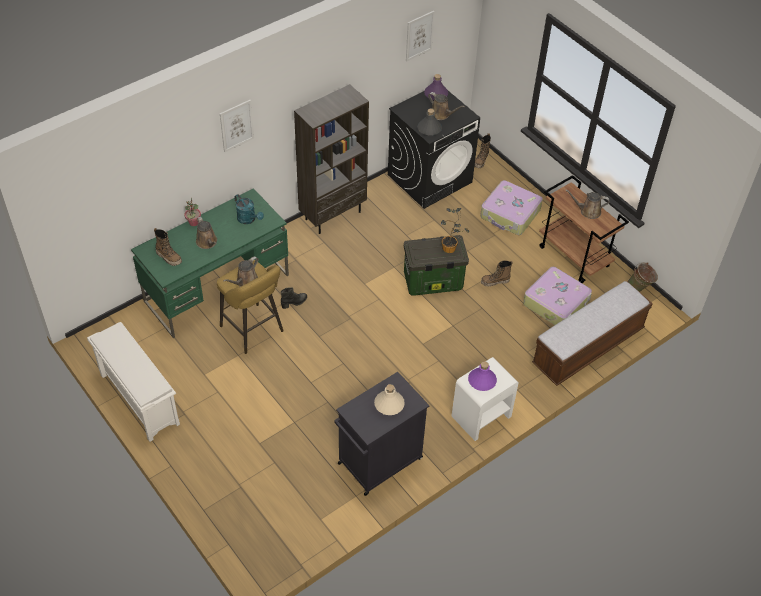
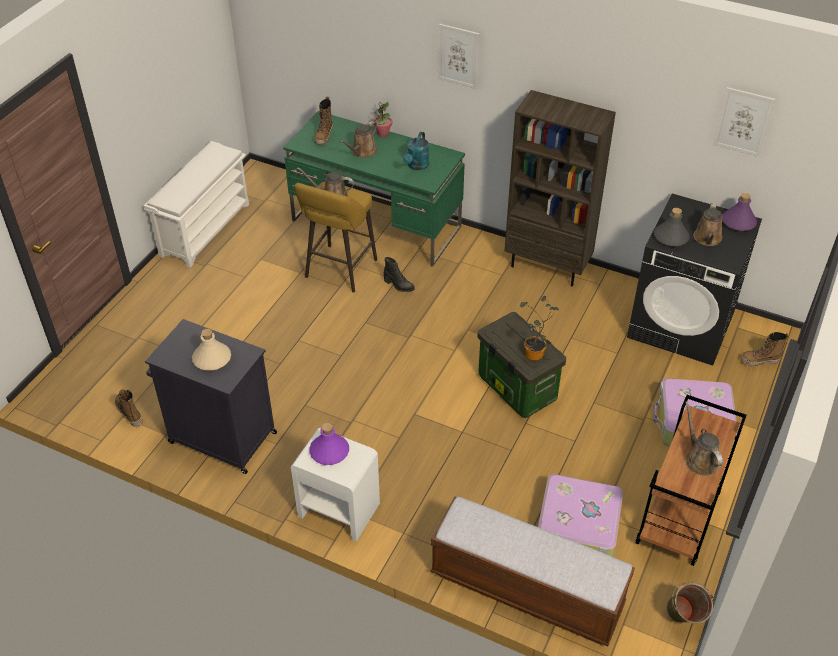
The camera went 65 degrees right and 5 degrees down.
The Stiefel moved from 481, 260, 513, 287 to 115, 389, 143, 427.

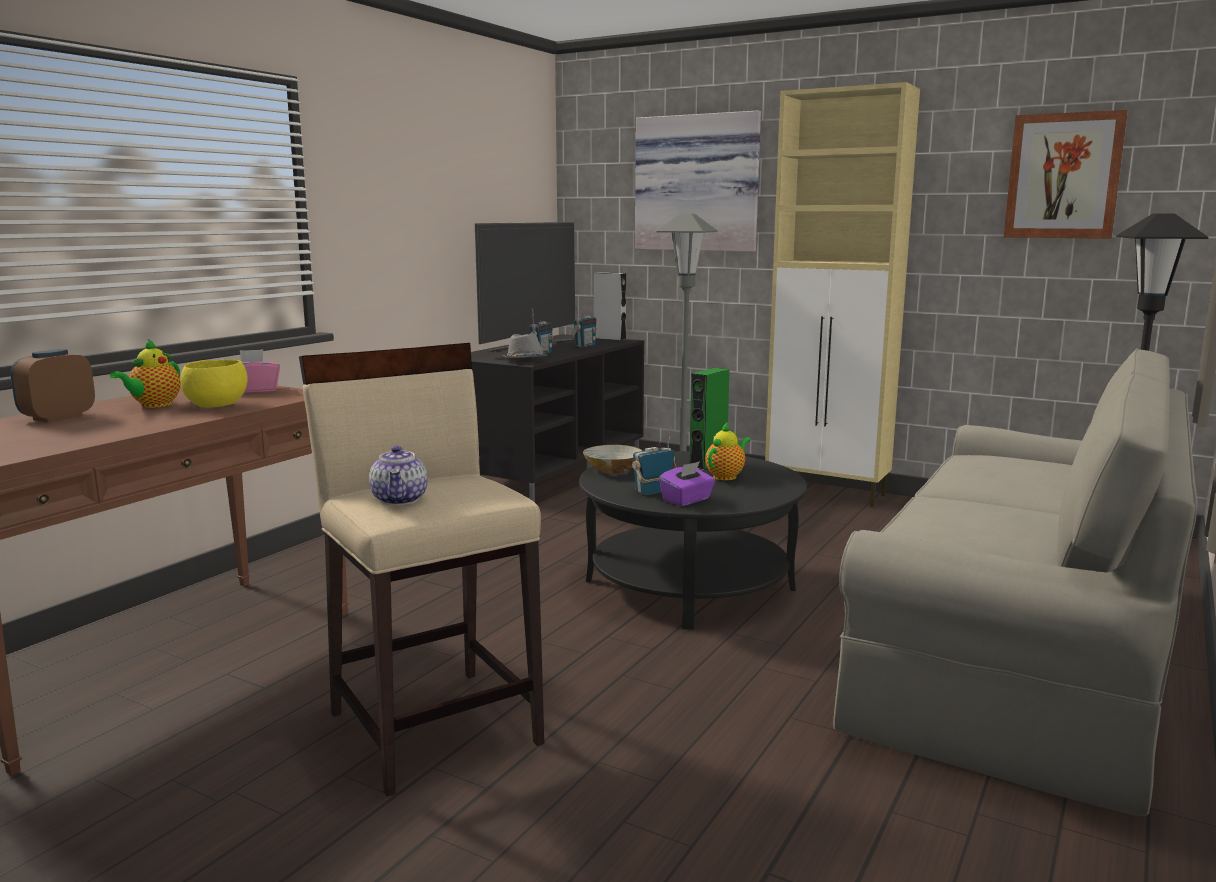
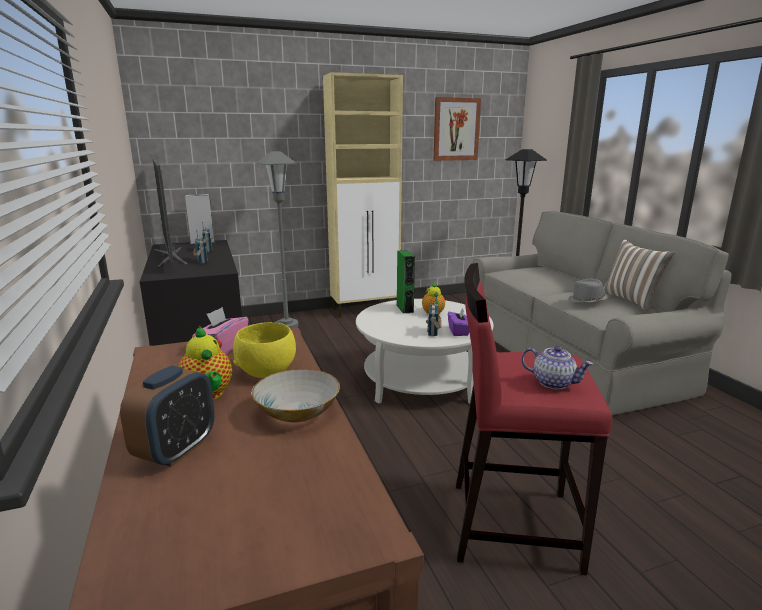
The camera went 50 degrees left and 5 degrees up.
The Wecker at 11, 349, 95, 423 turned 135 degrees counterclockwise.
The Schüssel moved from 583, 445, 643, 474 to 251, 369, 340, 423.
The Couchtisch (schwarz) at 579, 451, 807, 629 became the Couchtisch (weiß) at 356, 299, 493, 404.
The Hocker (beige) at 299, 343, 544, 797 became the Hocker (rot) at 456, 263, 612, 575.
The Hut (grau) moved from 503, 333, 548, 358 to 568, 279, 609, 303.
The Kissen at 604, 239, 675, 311 appeared.
The Bild at 635, 111, 761, 252 disappeared.

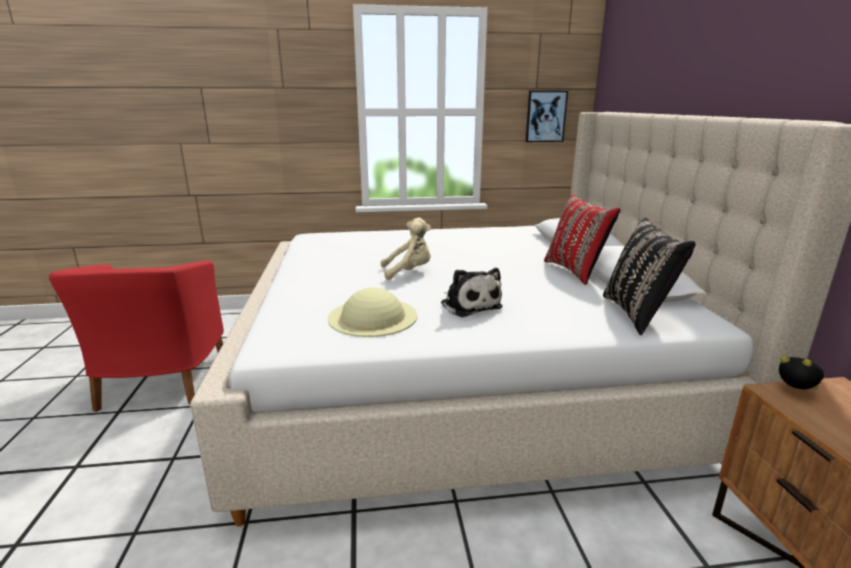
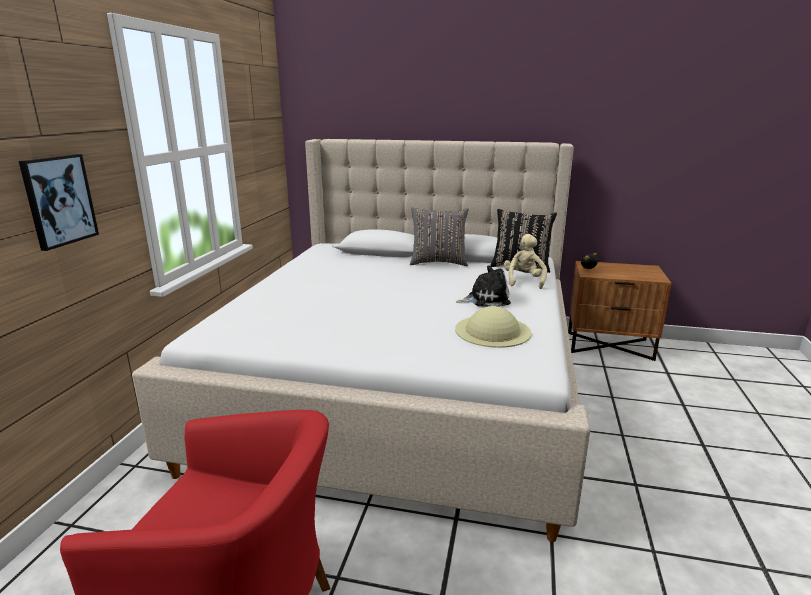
The camera went 70 degrees left and 0 degrees up.
The Bild moved from 526, 91, 568, 142 to 19, 154, 99, 251.
The Kissen (rot) at 544, 194, 620, 285 became the Kissen (grau) at 410, 208, 468, 266.
The Plüschtier (beige) moved from 381, 218, 431, 280 to 504, 234, 547, 289.

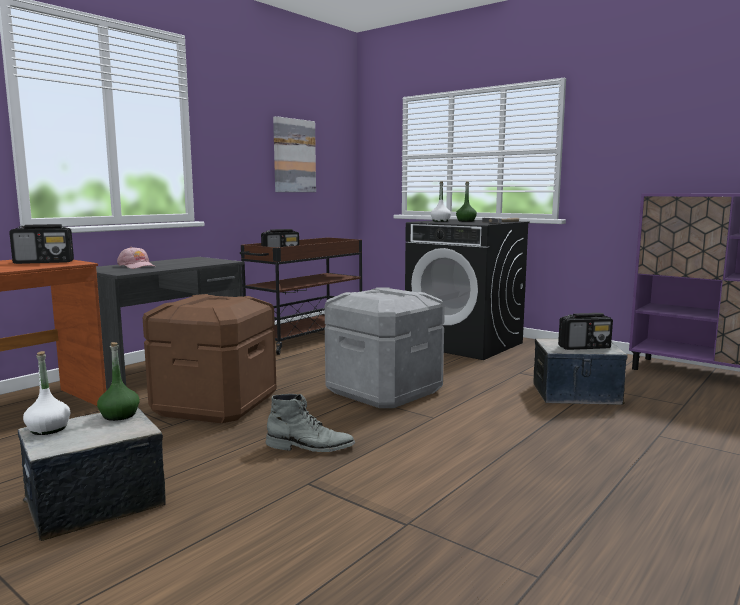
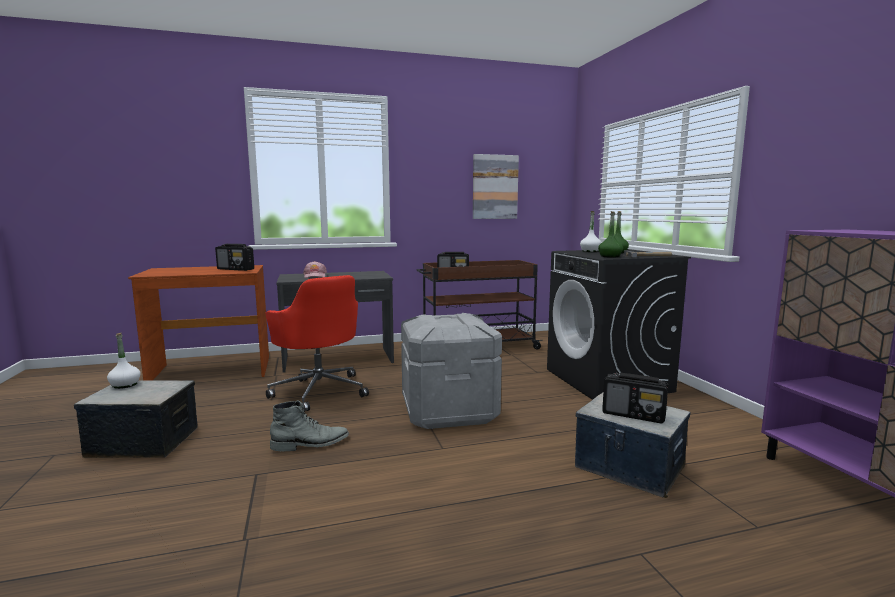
The camera went 35 degrees right and 0 degrees up.
The Aufbewahrungsbox (braun) at 143, 294, 276, 423 was replaced by the Bürostuhl (rot) at 265, 275, 369, 412.
The Stiefel (grau) at 266, 394, 355, 452 turned 60 degrees counterclockwise.
The Flasche (grün) moved from 97, 342, 140, 421 to 598, 211, 623, 258.

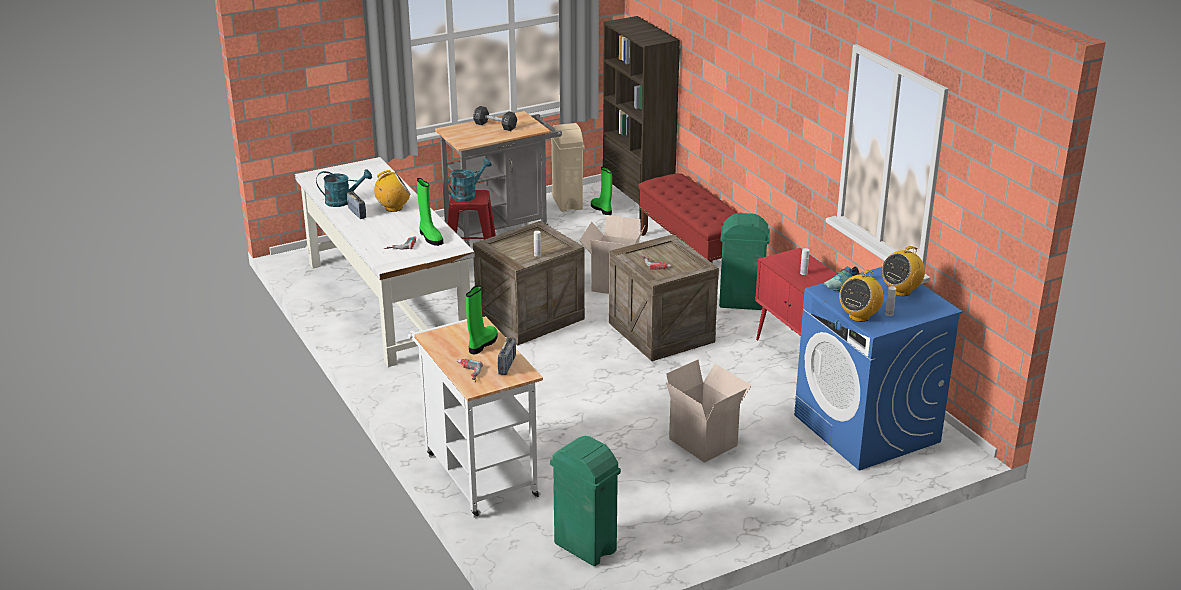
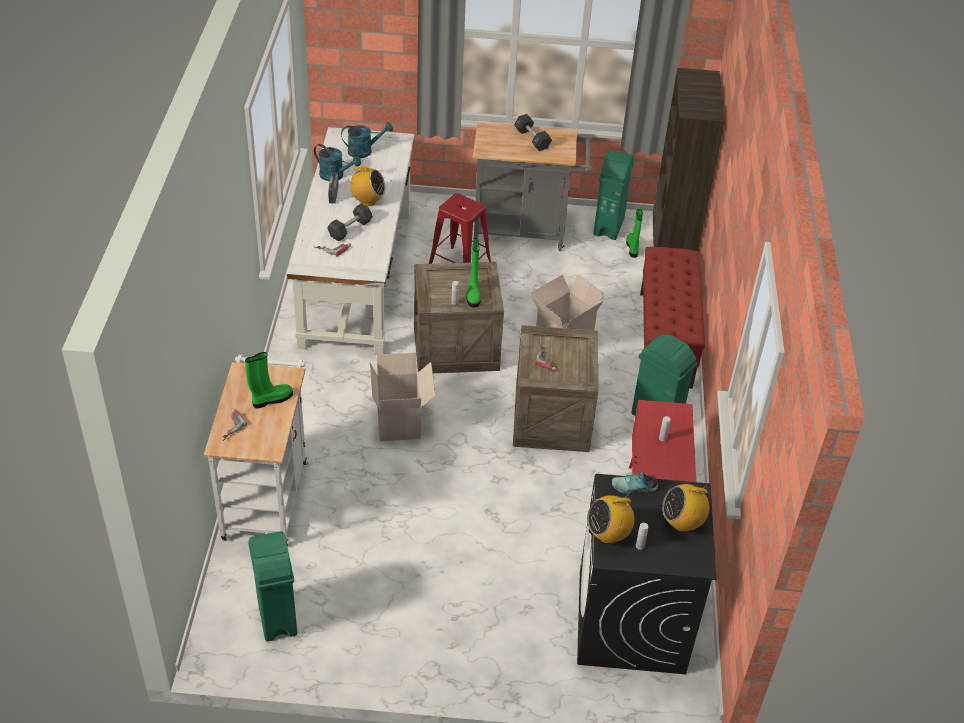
The camera went 30 degrees right and 15 degrees up.
The Hantel (schwarz) at 327, 203, 373, 241 appeared.
The Gießkanne (türkis) moved from 448, 158, 492, 202 to 341, 122, 393, 158.
The Karton moved from 666, 359, 752, 463 to 370, 353, 436, 441.
The Stiefel (grün) moved from 417, 178, 443, 246 to 466, 238, 481, 307.
The Waschmaschine (blau) at 794, 267, 963, 470 became the Waschmaschine (schwarz) at 577, 474, 716, 674.
The Mülleimer (beige) at 551, 123, 584, 212 became the Mülleimer (grün) at 593, 150, 634, 240.
The Radio at 498, 337, 516, 375 disappeared.

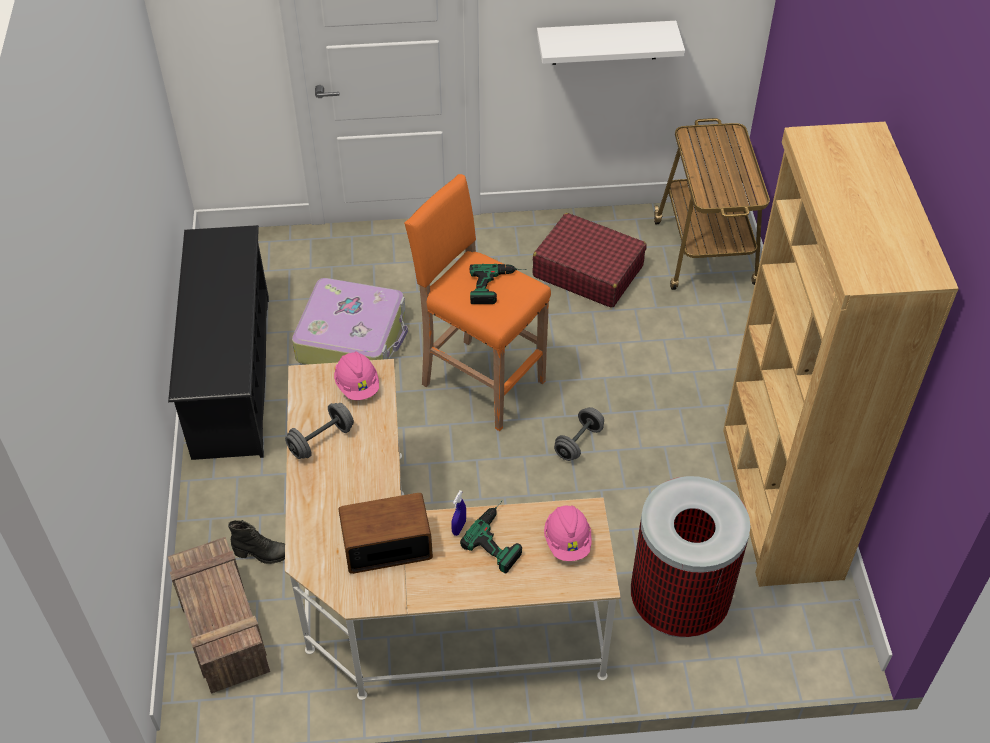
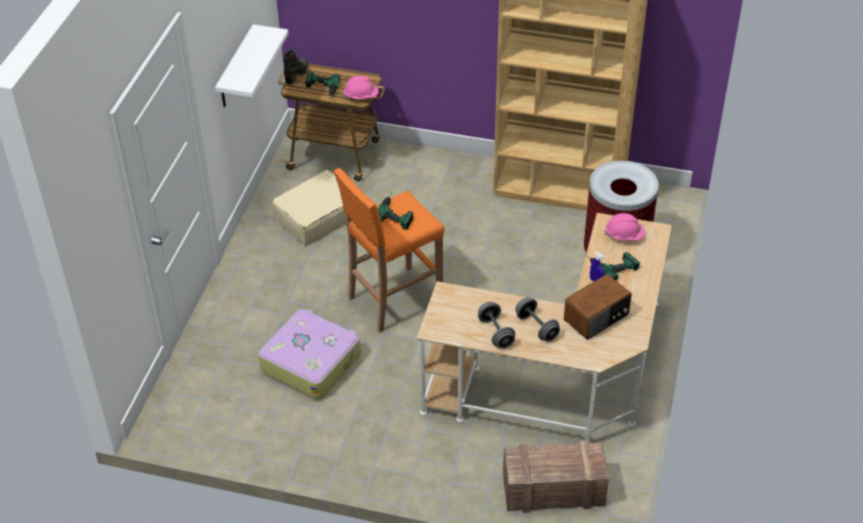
The camera went 70 degrees left and 5 degrees down.
The Koffer (rot) at 532, 213, 646, 308 became the Koffer (beige) at 271, 170, 347, 246.
The Stiefel (schwarz) moved from 228, 520, 285, 564 to 283, 49, 308, 85.
The Bohrmaschine at 305, 72, 340, 98 appeared.
The Schutzhelm (rosa) moved from 334, 351, 379, 400 to 343, 76, 379, 99.
The Hantel (grau) moved from 554, 407, 604, 461 to 516, 297, 560, 341.
The Radio at 338, 493, 433, 574 turned 135 degrees counterclockwise.
The Schuhregal (schwarz) at 168, 225, 269, 460 disappeared.

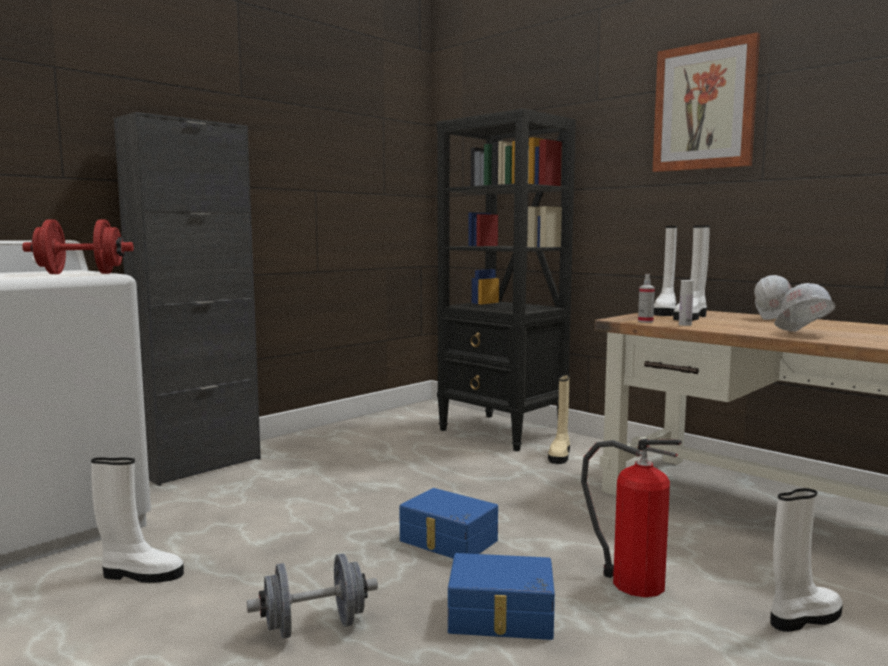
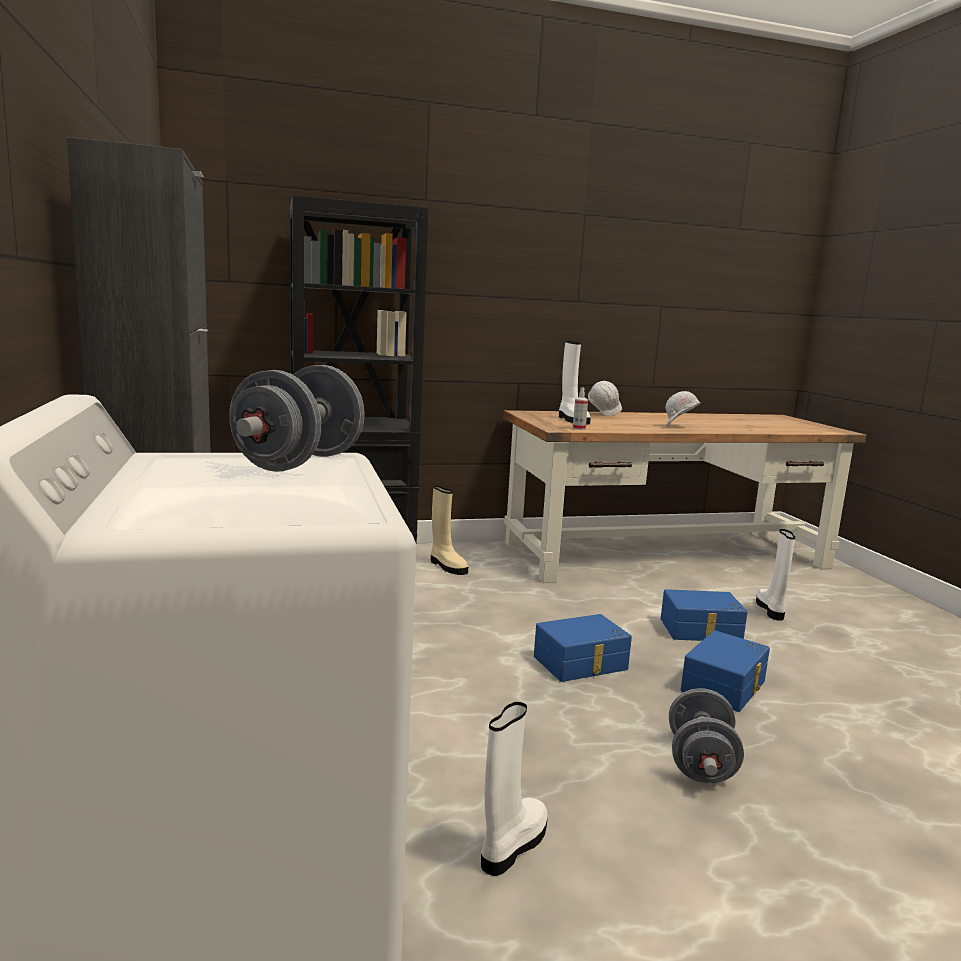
The camera went 60 degrees left and 5 degrees up.
The Hantel (rot) at 22, 219, 134, 274 became the Hantel (grau) at 229, 365, 365, 472.
The Feuerlöscher at 581, 439, 682, 597 was replaced by the Aufbewahrungsbox (blau) at 661, 589, 748, 641.
The Bild at 652, 32, 760, 172 disappeared.
The Stiefel (weiß) at 654, 226, 677, 316 disappeared.
The Flasche (weiß) at 679, 280, 694, 326 disappeared.

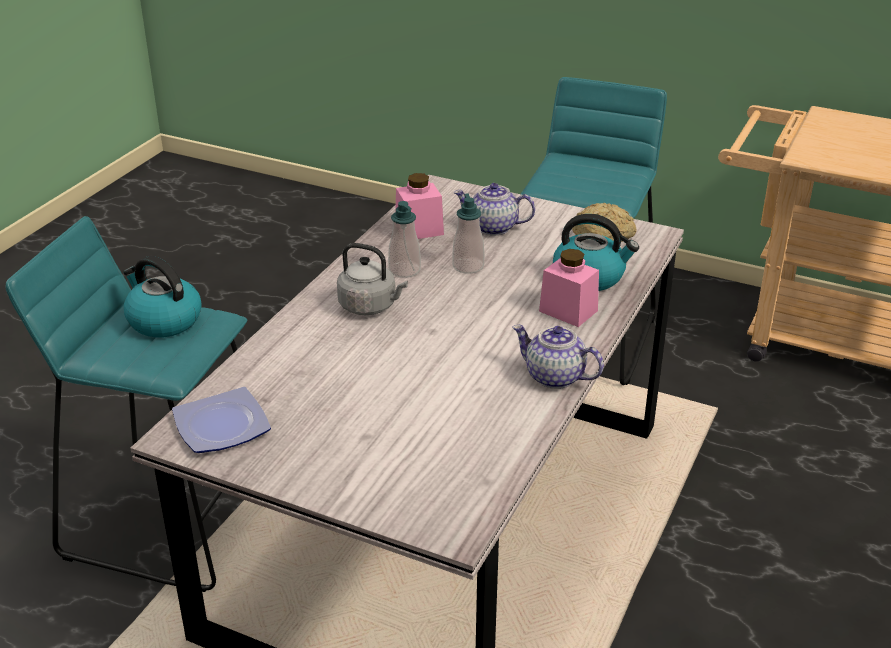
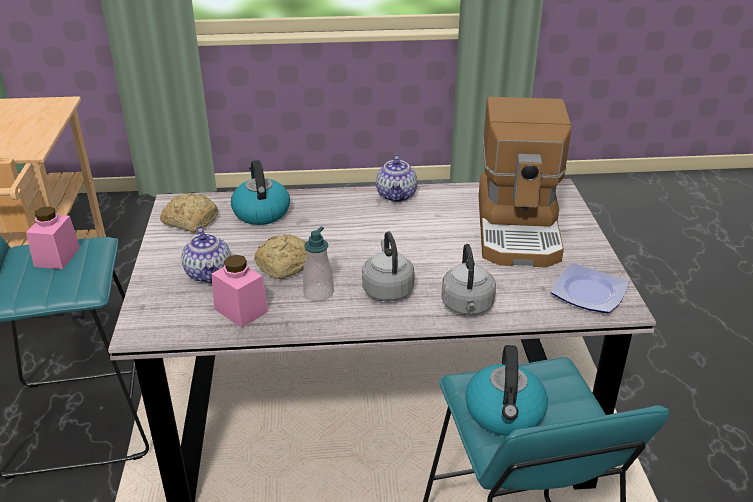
The camera went 120 degrees left and 0 degrees up.
The Vorratsglas (rosa) moved from 539, 249, 599, 327 to 26, 206, 80, 269.
The Seifenspender at 452, 193, 484, 274 was replaced by the Brot at 254, 234, 306, 279.
The Wasserkessel (grau) at 441, 244, 496, 315 appeared.
The Kaffeemaschine at 479, 97, 572, 268 appeared.

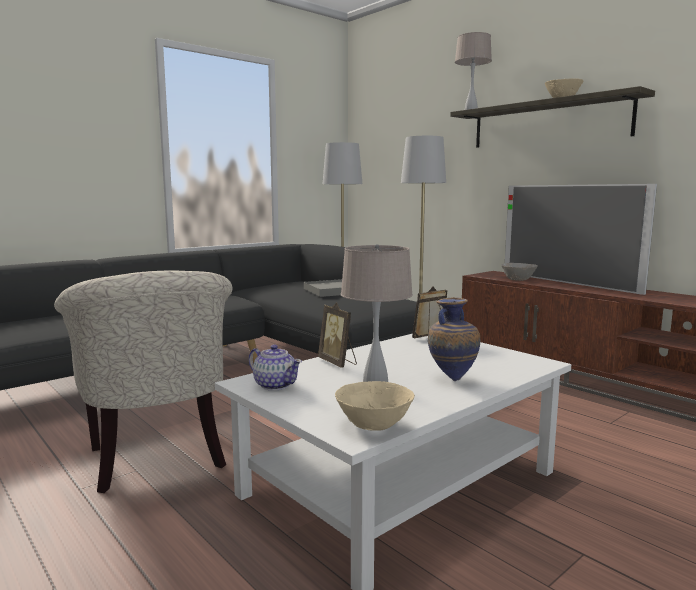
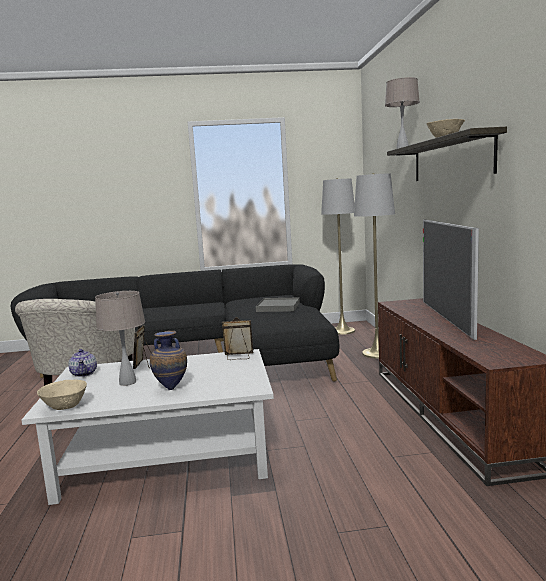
The camera went 35 degrees right and 0 degrees up.
The Schüssel (grau) at 501, 263, 538, 281 disappeared.

